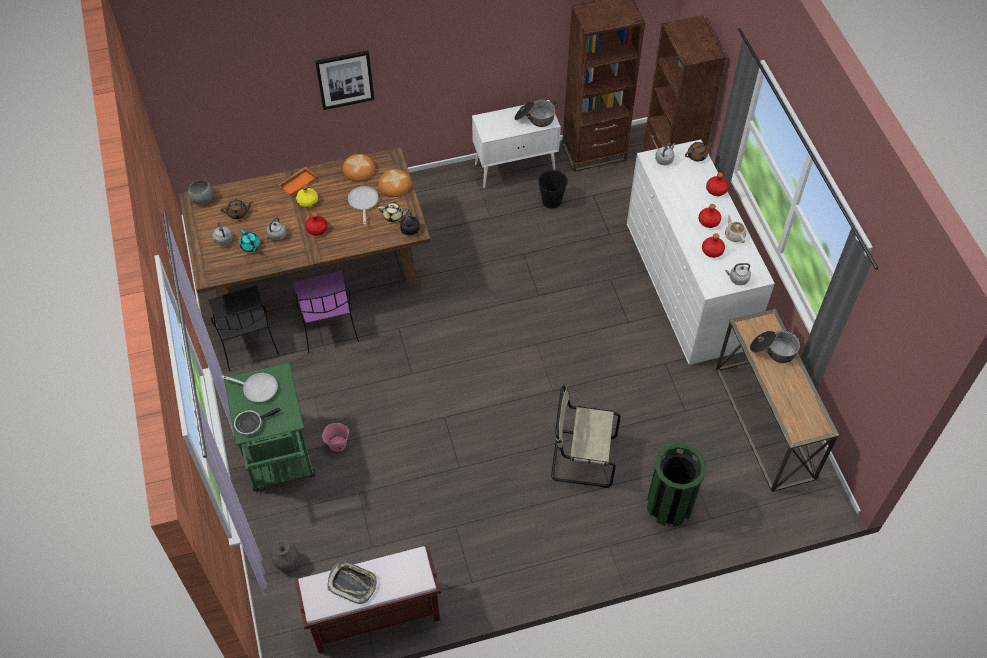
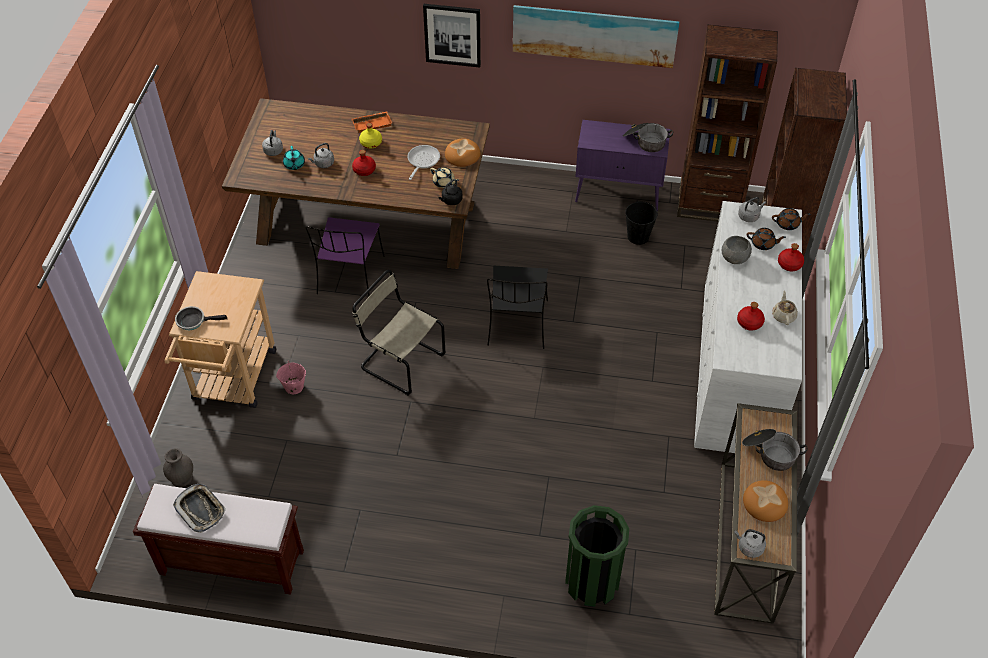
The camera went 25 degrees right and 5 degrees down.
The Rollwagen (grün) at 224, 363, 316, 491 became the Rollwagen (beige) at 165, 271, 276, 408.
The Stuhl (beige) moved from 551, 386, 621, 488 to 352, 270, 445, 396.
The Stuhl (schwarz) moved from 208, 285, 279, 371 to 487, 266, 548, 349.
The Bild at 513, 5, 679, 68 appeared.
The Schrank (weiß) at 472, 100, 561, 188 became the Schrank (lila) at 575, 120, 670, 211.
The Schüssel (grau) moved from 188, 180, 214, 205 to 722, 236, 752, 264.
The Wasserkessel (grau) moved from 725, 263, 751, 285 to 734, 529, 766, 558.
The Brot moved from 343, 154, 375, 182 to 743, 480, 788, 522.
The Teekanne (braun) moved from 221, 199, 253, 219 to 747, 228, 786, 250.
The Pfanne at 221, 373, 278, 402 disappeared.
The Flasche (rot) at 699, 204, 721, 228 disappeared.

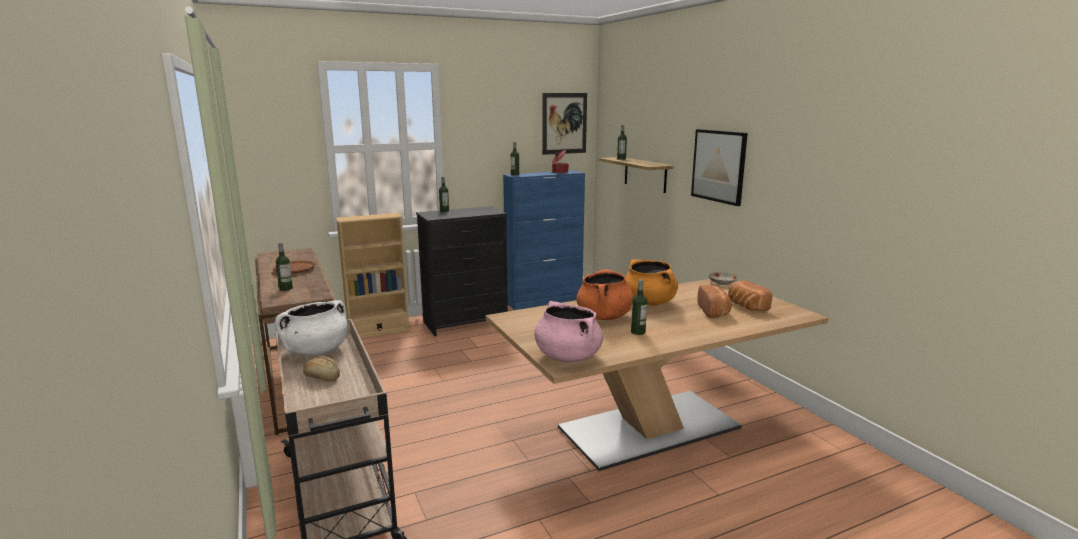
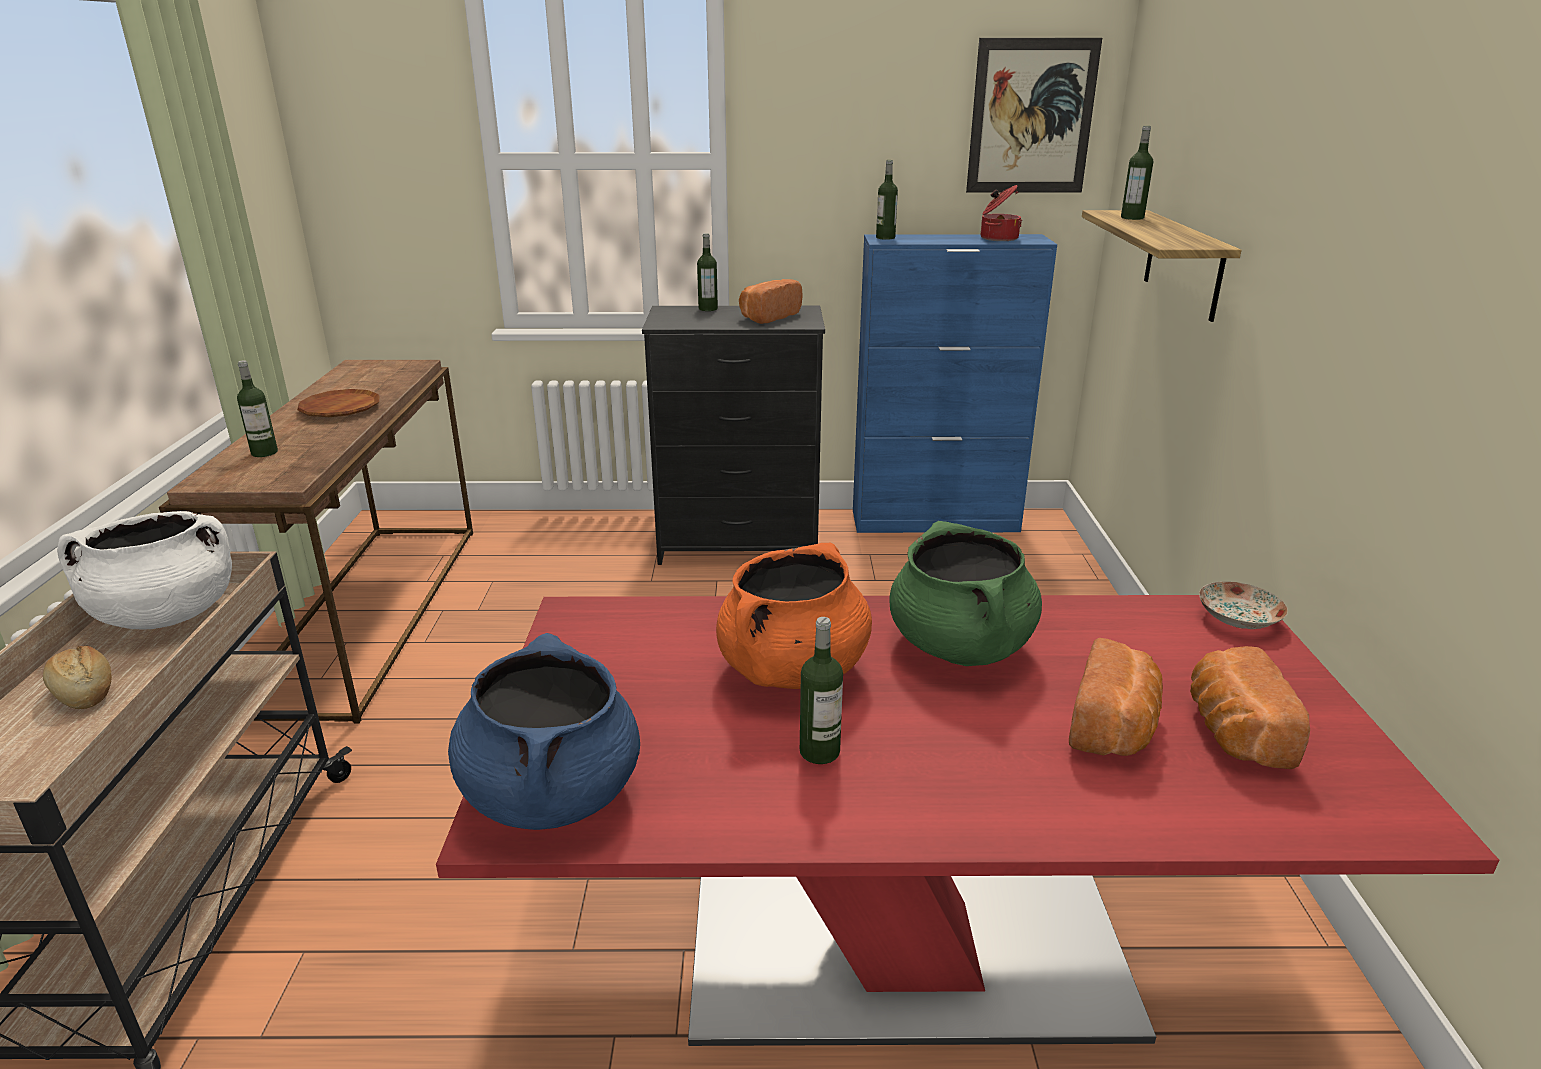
The camera went 25 degrees right and 10 degrees up.
The Esstisch (beige) at 486, 279, 829, 471 became the Esstisch (rot) at 436, 595, 1499, 1046.
The Kochtopf (rosa) at 534, 301, 603, 362 became the Kochtopf (blau) at 448, 633, 640, 830.
The Brot at 739, 279, 803, 324 appeared.
The Kochtopf (orange) at 625, 259, 678, 306 became the Kochtopf (grün) at 890, 521, 1042, 666.
The Bücherregal (beige) at 335, 213, 411, 339 disappeared.
The Bild at 691, 129, 748, 206 disappeared.

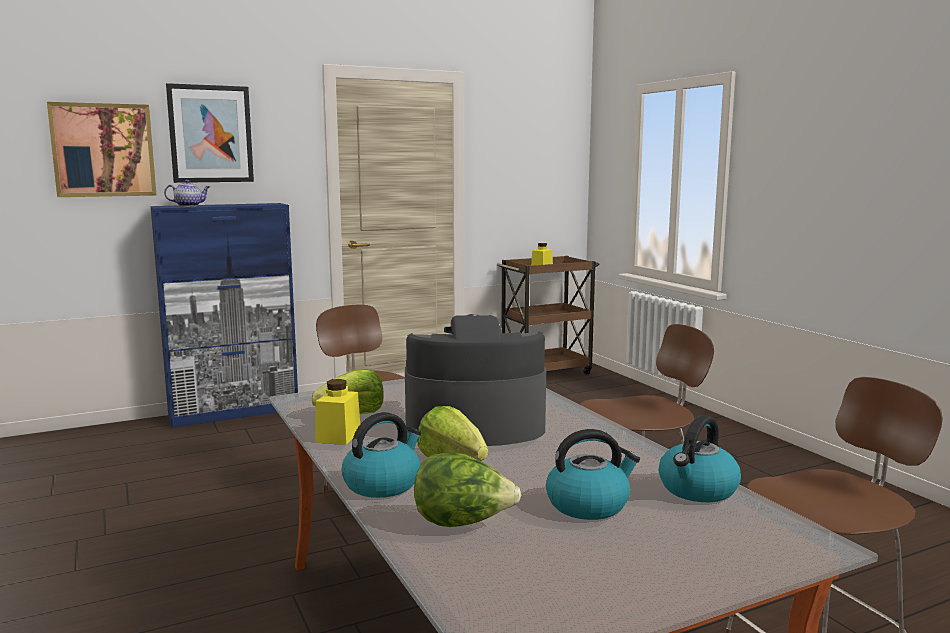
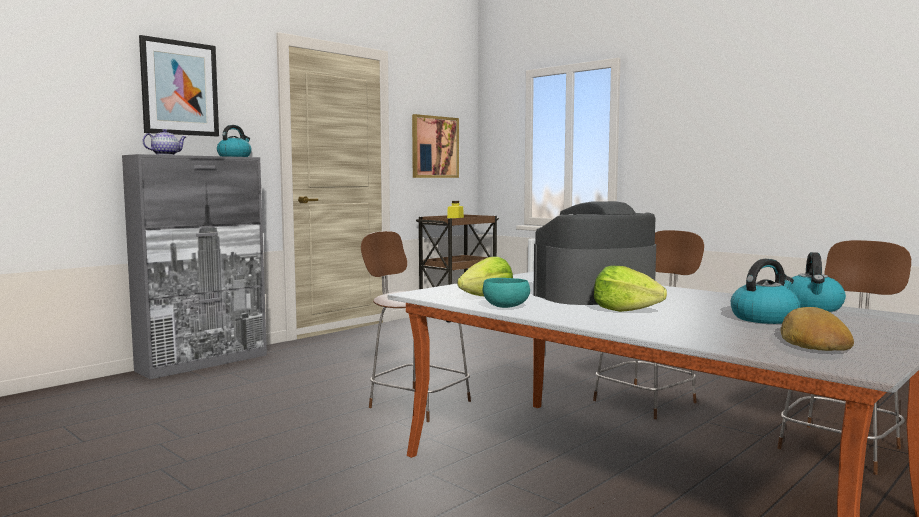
The camera went 20 degrees left and 5 degrees down.
The Schrank (blau) at 150, 203, 298, 428 became the Schrank (grau) at 122, 154, 267, 379.
The Wasserkessel moved from 341, 412, 421, 498 to 217, 125, 252, 157.
The Bild moved from 47, 102, 157, 197 to 412, 114, 459, 178.
The Vorratsglas (gelb) at 316, 379, 360, 445 was replaced by the Schüssel (türkis) at 483, 278, 530, 308.
The Brot at 781, 307, 854, 351 appeared.
The Salatkopf at 414, 453, 521, 527 disappeared.

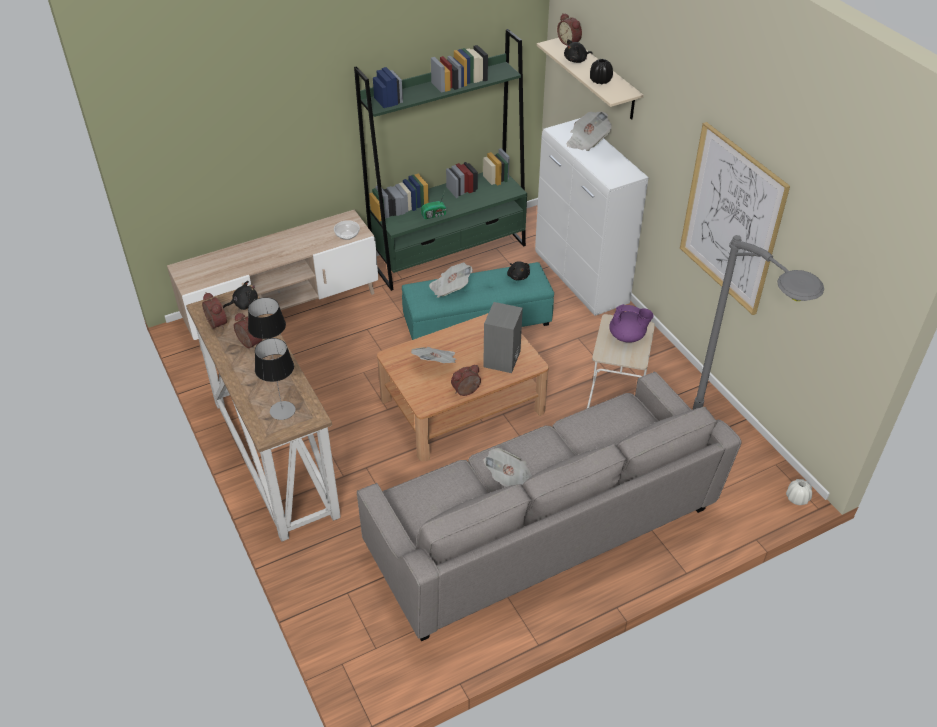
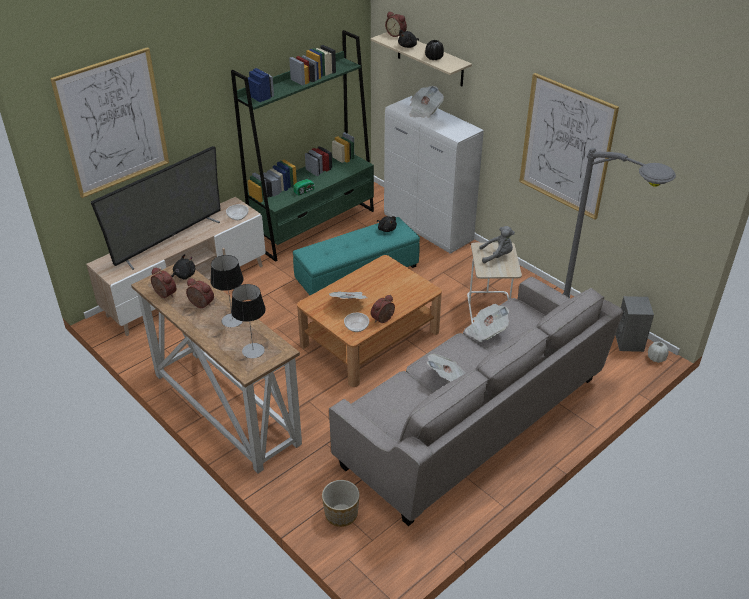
The camera went 15 degrees left and 5 degrees down.
The Bild at 50, 47, 169, 198 appeared.
The Fernseher at 91, 146, 221, 270 appeared.
The Pflanzkübel at 322, 480, 360, 527 appeared.
The Schüssel at 344, 313, 369, 332 appeared.
The Zeitung moved from 429, 262, 473, 298 to 465, 304, 510, 342.
The Teekanne (lila) at 609, 304, 654, 342 was replaced by the Plüschtier (grau) at 479, 226, 515, 263.
The Lautsprecher (grau) moved from 483, 302, 523, 373 to 615, 296, 654, 352.

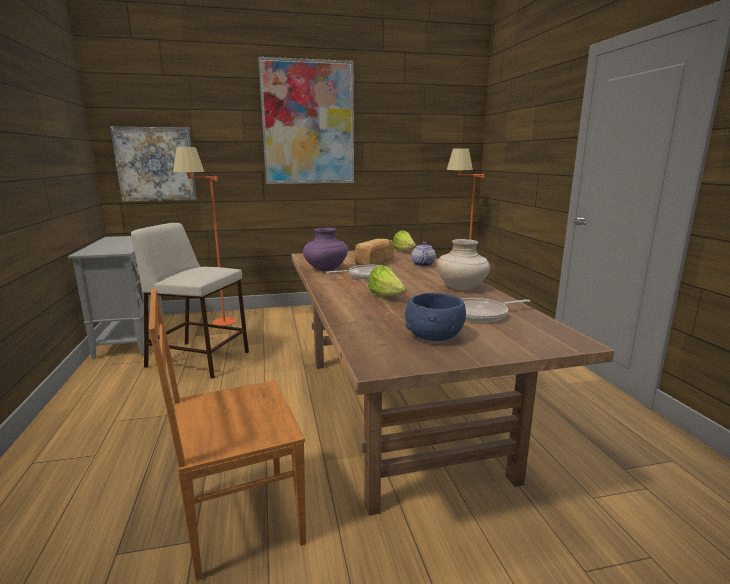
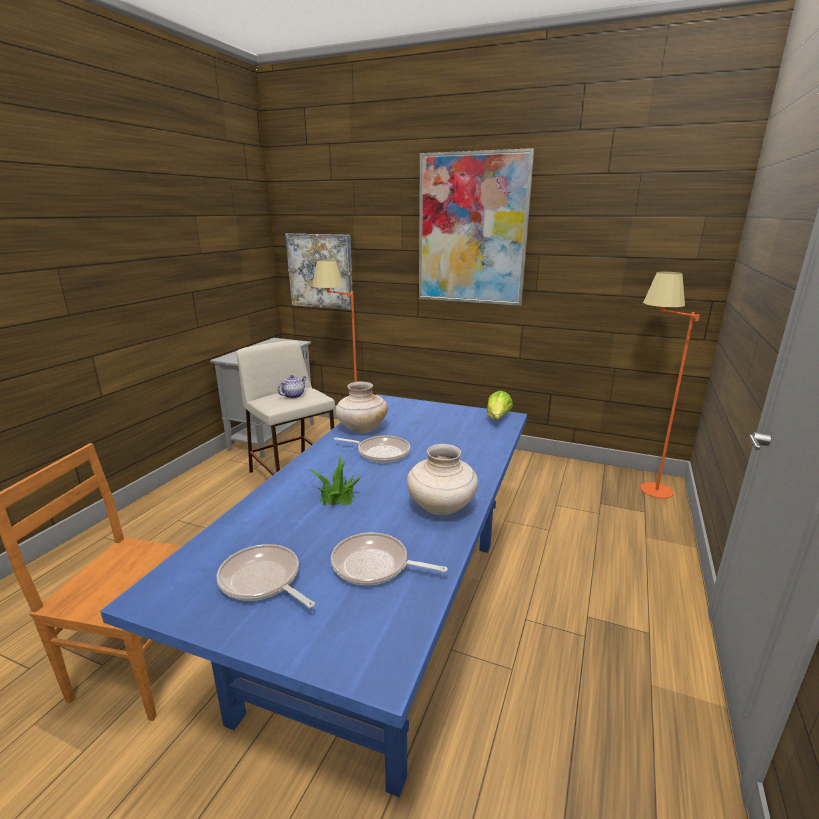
The camera went 35 degrees right and 5 degrees up.
The Esstisch (braun) at 291, 248, 614, 516 became the Esstisch (blau) at 100, 394, 527, 797.
The Schüssel (blau) at 405, 293, 466, 341 was replaced by the Pfanne at 217, 544, 315, 608.
The Teekanne moved from 412, 242, 436, 267 to 277, 375, 307, 398.
The Salatkopf at 368, 265, 407, 296 was replaced by the Topfpflanze at 308, 454, 361, 506.
The Vase (lila) at 303, 228, 348, 271 became the Vase (beige) at 335, 382, 388, 433.
The Brot at 354, 239, 394, 265 disappeared.

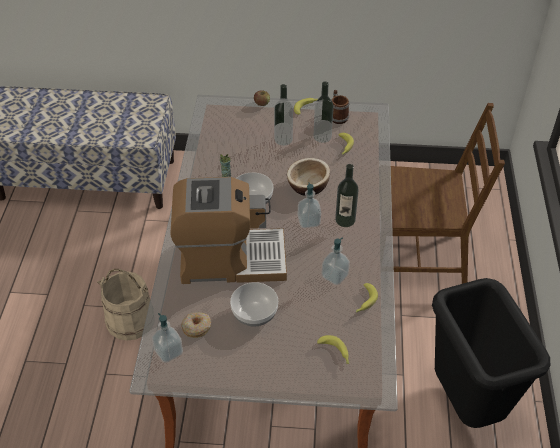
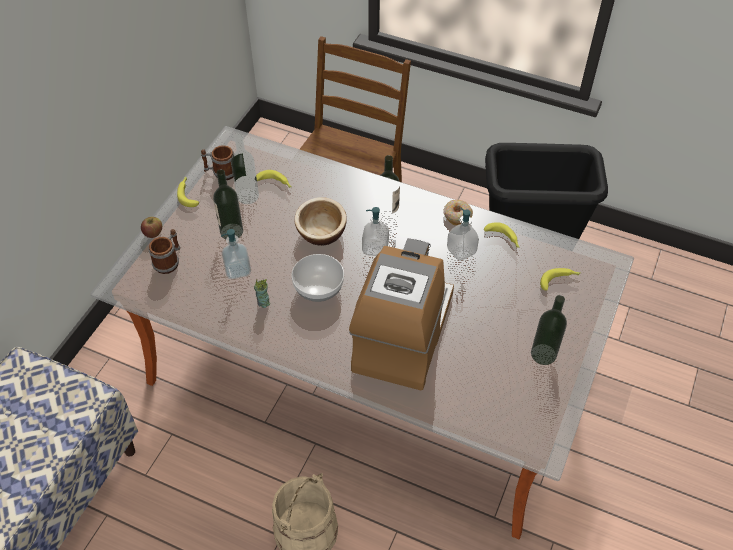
The camera went 70 degrees left and 5 degrees up.
The Henkelbecher at 149, 229, 180, 274 appeared.
The Seifenspender moved from 152, 313, 183, 363 to 221, 229, 251, 279.
The Donut moved from 181, 312, 211, 338 to 443, 200, 473, 225.
The Flasche at 531, 295, 567, 365 appeared.
The Schüssel at 230, 282, 278, 327 disappeared.

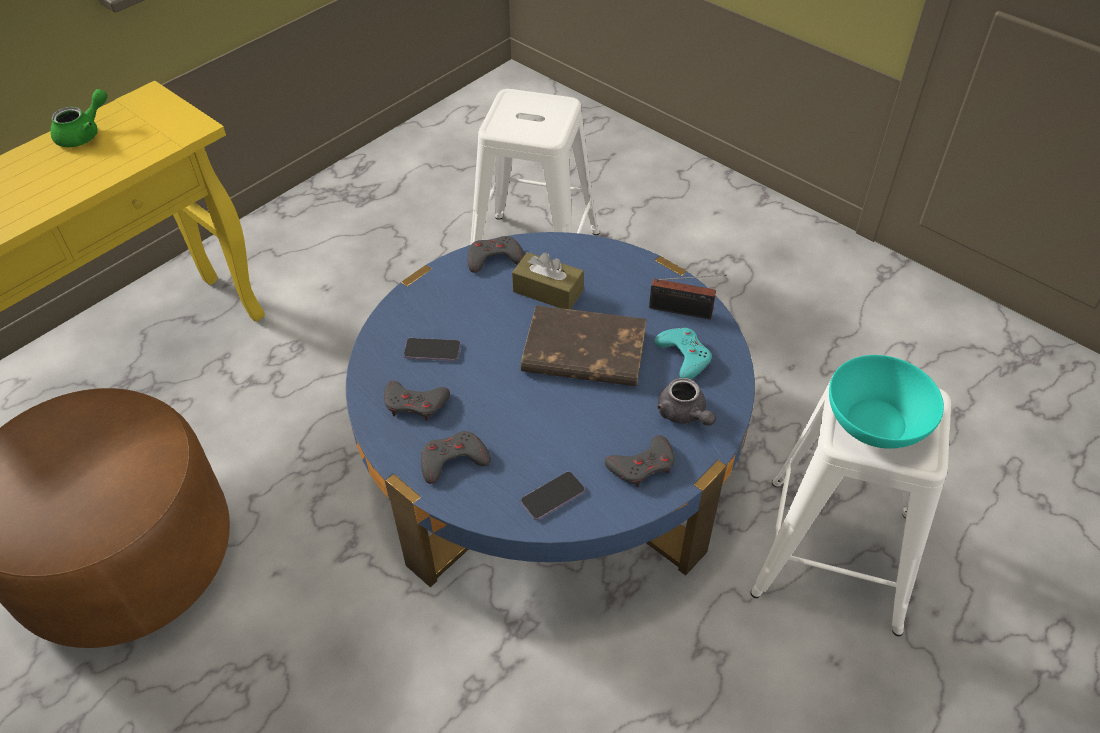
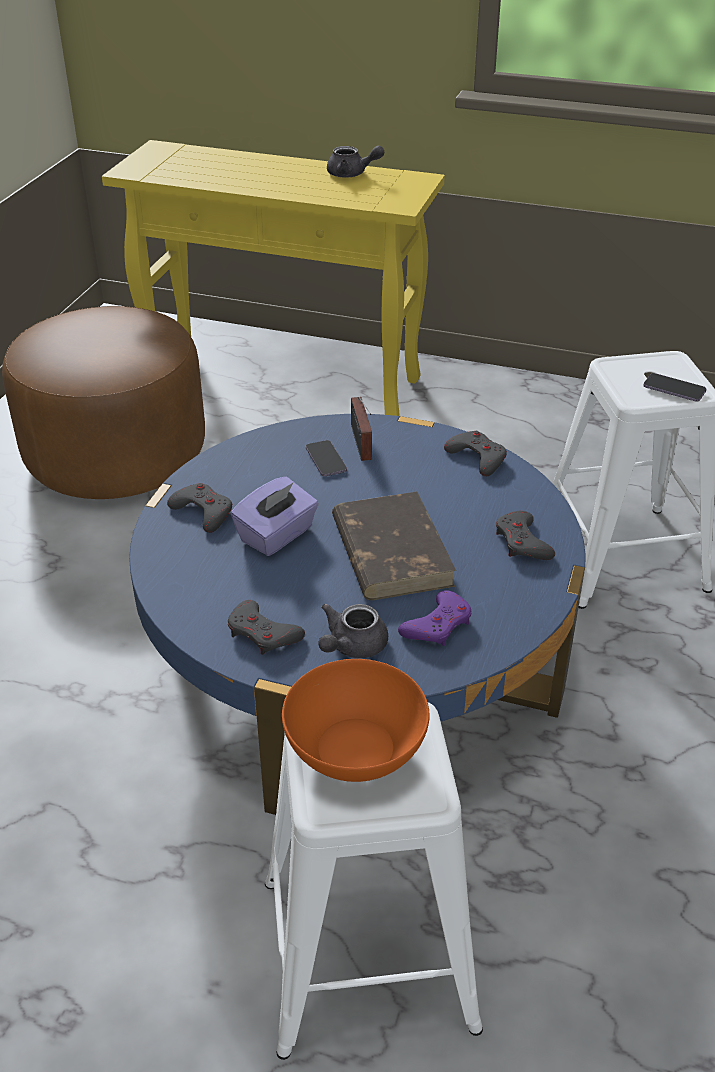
The camera went 65 degrees right and 10 degrees down.
The Taschentuchbox (lila) at 231, 476, 319, 556 appeared.
The Schüssel (türkis) at 829, 355, 944, 449 became the Schüssel (orange) at 282, 659, 429, 782.
The Teekanne (grün) at 50, 89, 108, 147 became the Teekanne (grau) at 327, 146, 384, 178.
The Radio moved from 649, 275, 727, 320 to 351, 397, 372, 461.
The Gamepad (türkis) at 654, 328, 712, 379 became the Gamepad (lila) at 398, 590, 472, 646.
The Gamepad (grau) moved from 384, 381, 450, 421 to 496, 511, 555, 560.
The Handy moved from 521, 471, 585, 520 to 643, 373, 706, 402.
The Taschentuchbox (braun) at 512, 252, 584, 309 disappeared.

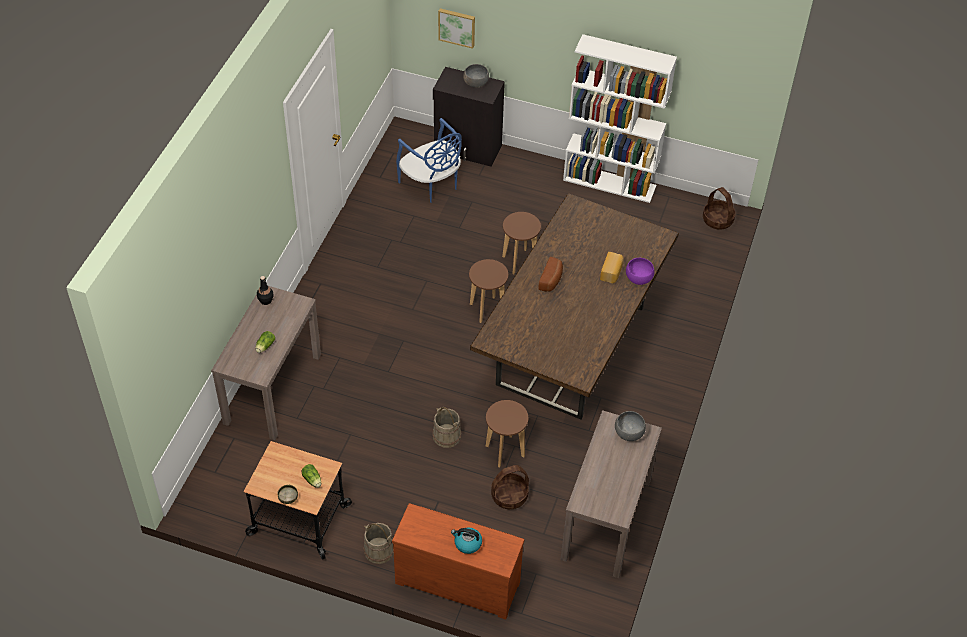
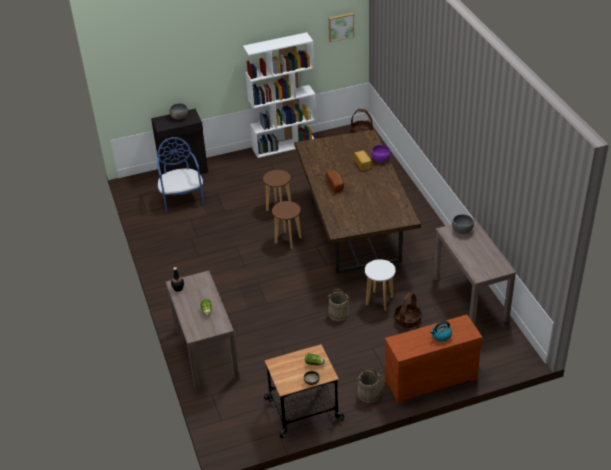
The camera went 35 degrees left and 10 degrees down.
The Stuhl (blau) at 396, 118, 462, 203 turned 120 degrees counterclockwise.
The Bild moved from 438, 8, 475, 49 to 329, 13, 354, 42.
The Hocker (braun) at 486, 400, 528, 467 became the Hocker (weiß) at 365, 259, 396, 311.

